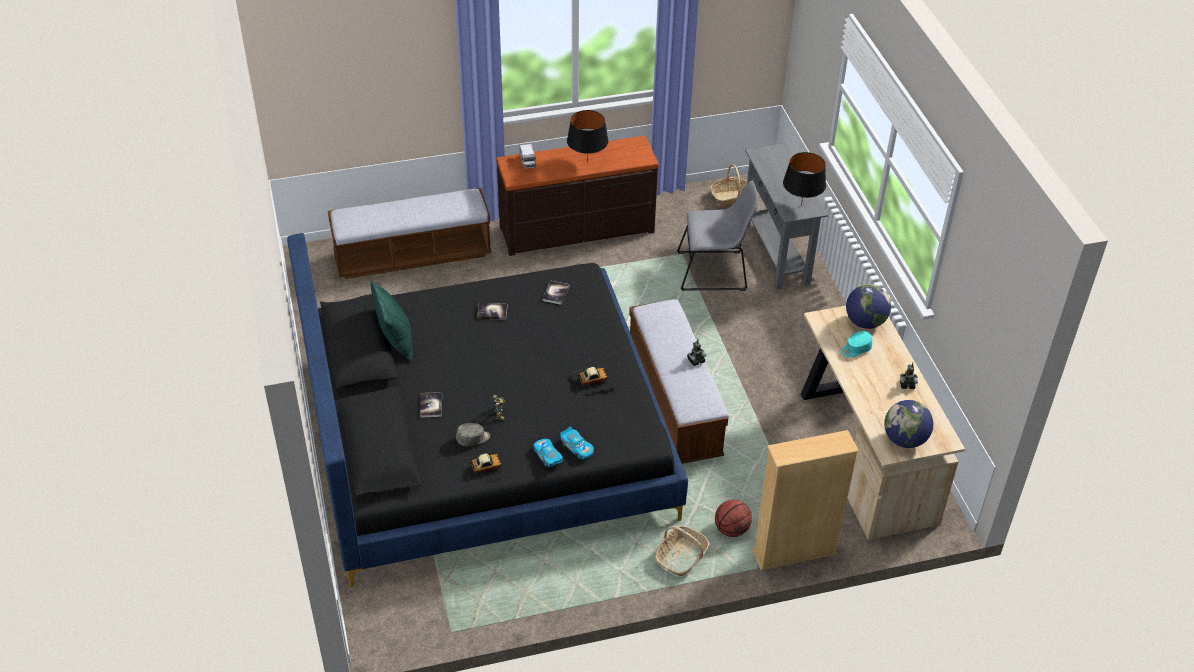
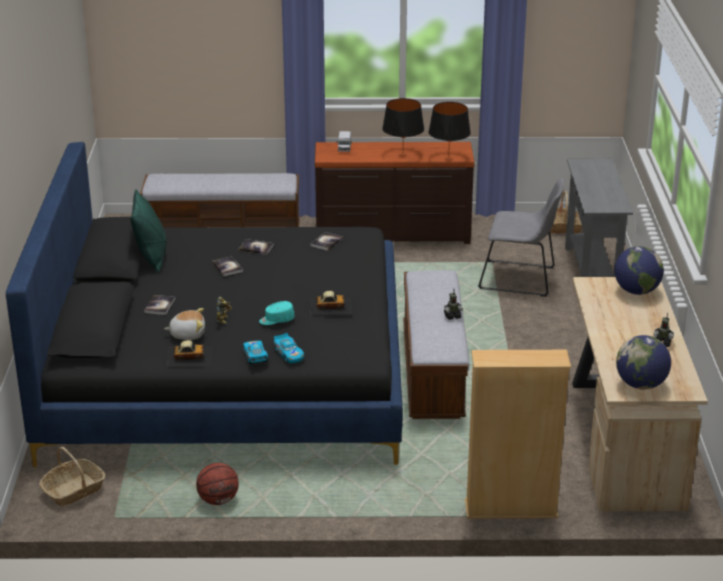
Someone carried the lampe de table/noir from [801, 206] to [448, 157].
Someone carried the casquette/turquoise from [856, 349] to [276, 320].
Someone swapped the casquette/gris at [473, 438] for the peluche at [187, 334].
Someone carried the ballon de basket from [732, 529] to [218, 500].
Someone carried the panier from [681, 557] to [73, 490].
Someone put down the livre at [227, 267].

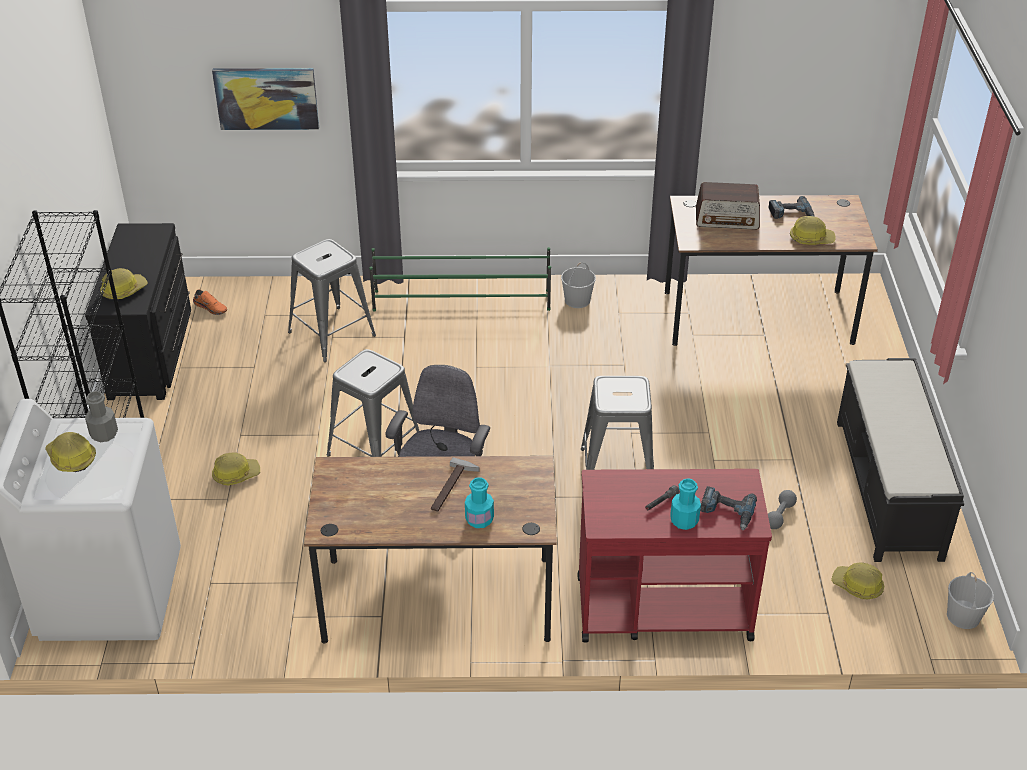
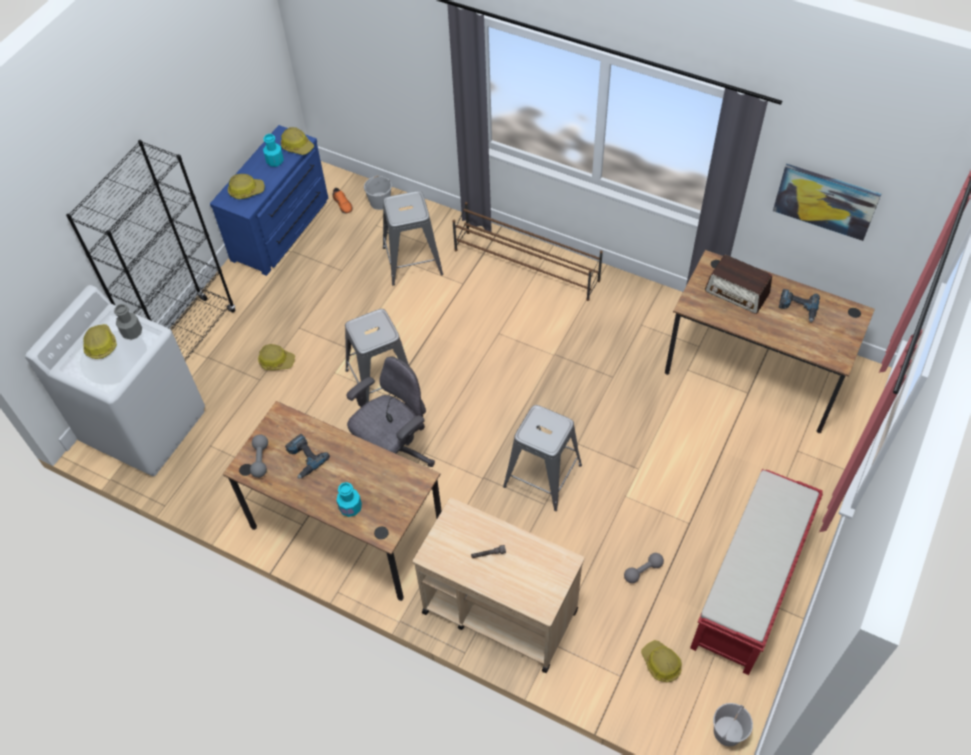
Someone carried the tableau from [266, 98] to [825, 201].
Someone carried the casque de chantier from [811, 238] to [297, 146].
Someone repainted the commode/noir at [153, 351], which became the commode/bleu at [283, 229].
Someone repainted the étagère à chaussures/vert at [462, 300], which became the étagère à chaussures/marron at [526, 266].
Someone carried the seau/blanc from [577, 300] to [380, 202].
Someone repainted the banc/noir at [888, 489], which became the banc/rouge at [749, 586].
Someone took away the marteau at [452, 488].
Someone repainted the chariot/rouge at [662, 607], which became the chariot/beige at [499, 610].
Someone carried the bouteille/turquoise from [684, 520] to [275, 161].
Someone carried the perceuse from [727, 512] to [304, 458].
Someone put down the haltère/gris at [260, 459].

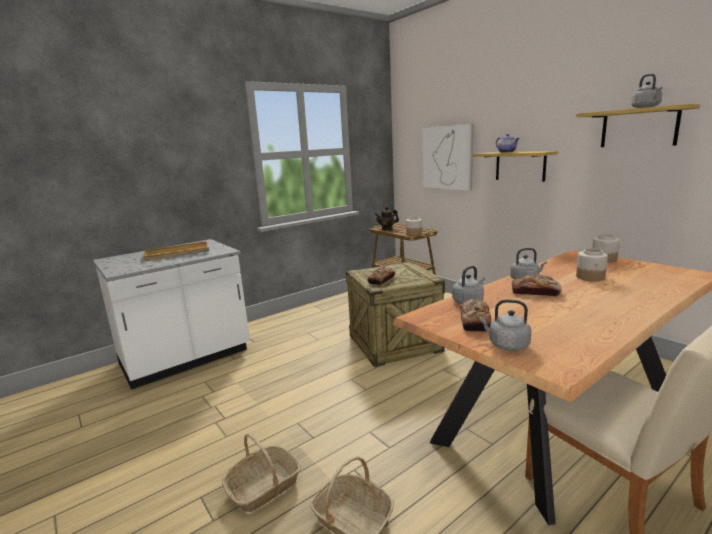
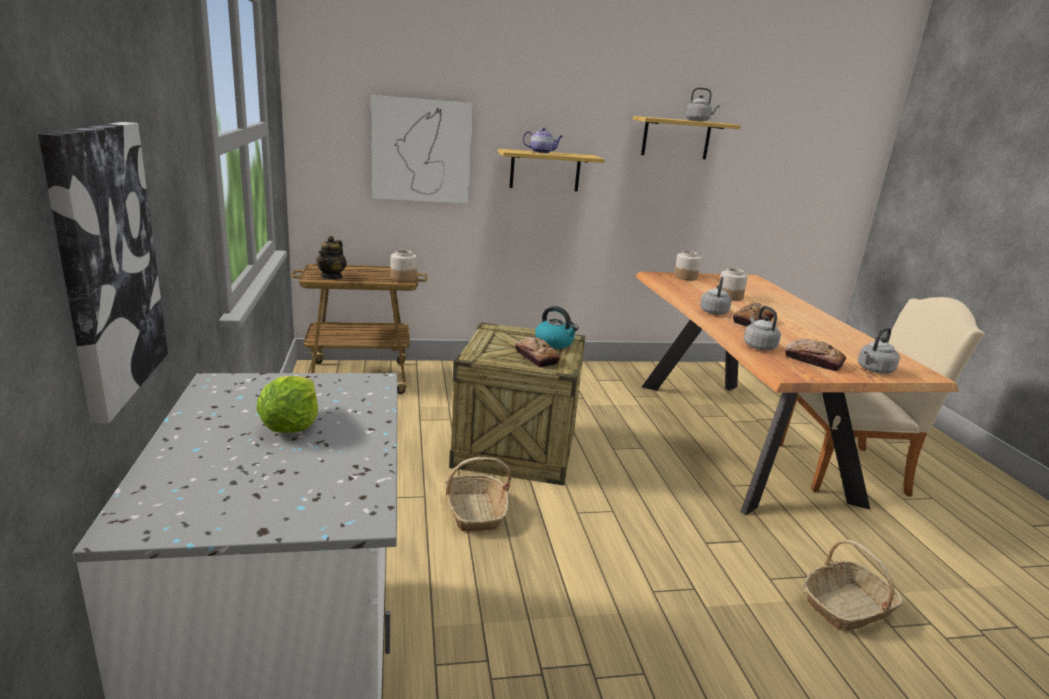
Someone swapped the plateau/beige at [177, 254] for the laitue at [291, 426].
Someone carried the panier from [263, 487] to [475, 512].
Someone put up the tableau at [105, 265].
Someone put down the bouilloire at [555, 343].

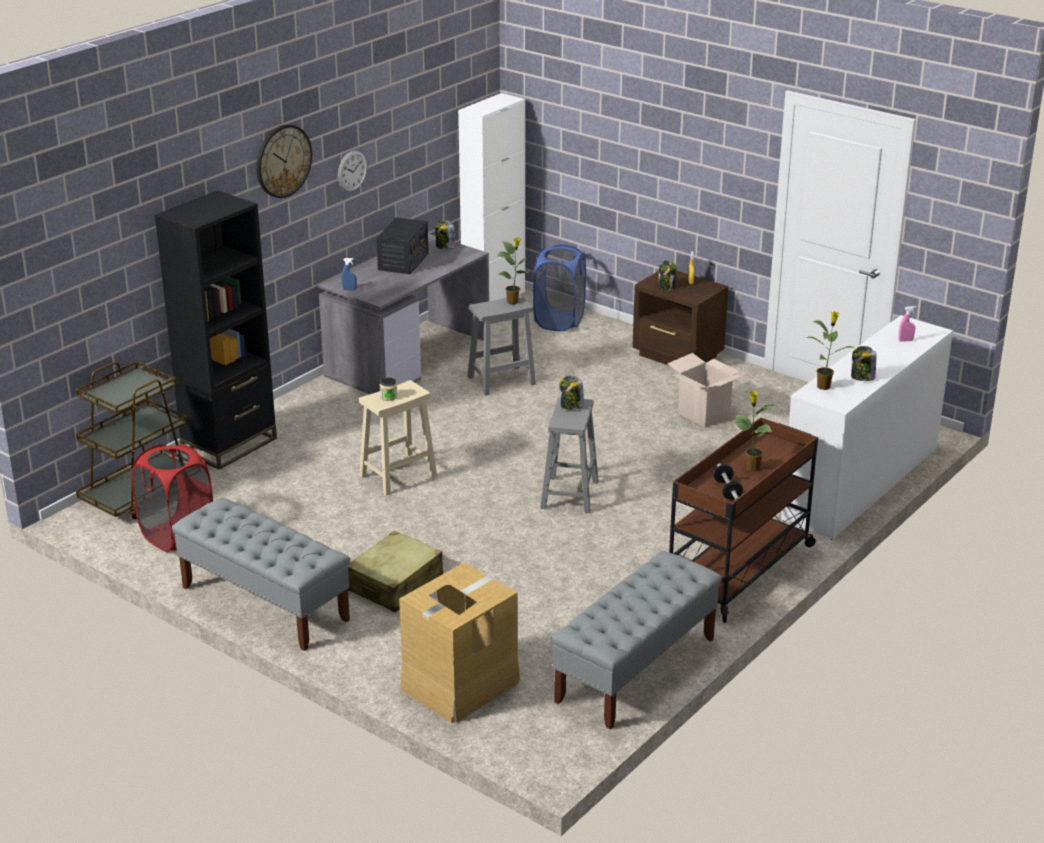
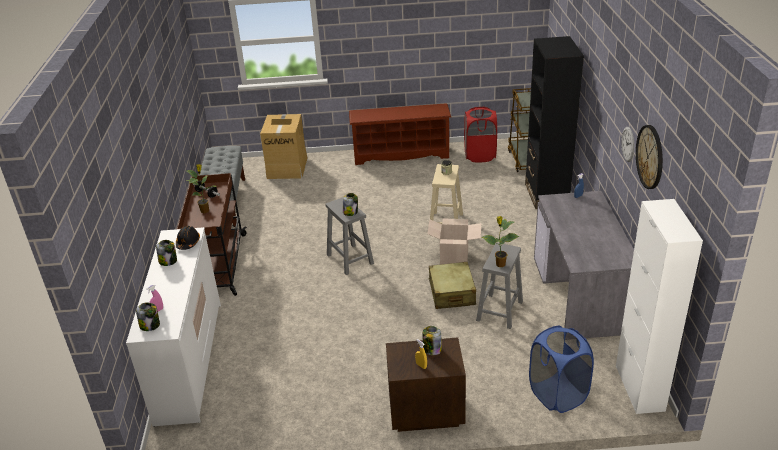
Someone carried the horloge murale from [283, 161] to [650, 157].
Someone took away the radio at [403, 261].
Someone carried the bocal from [445, 247] to [150, 325].
Someone swapped the plante en pot at [824, 386] for the casque de chantier/noir at [188, 243].
Someone carried the carton from [703, 415] to [454, 258].
Someone swapped the banc/gris at [264, 603] for the étagère à chaussures/marron at [401, 154].
Someone carried the valise/beige from [395, 584] to [451, 293].

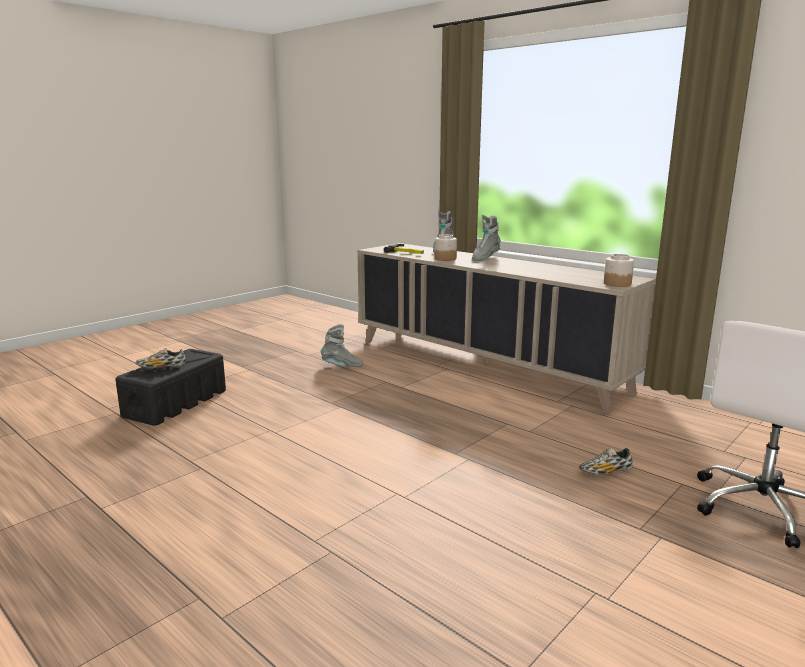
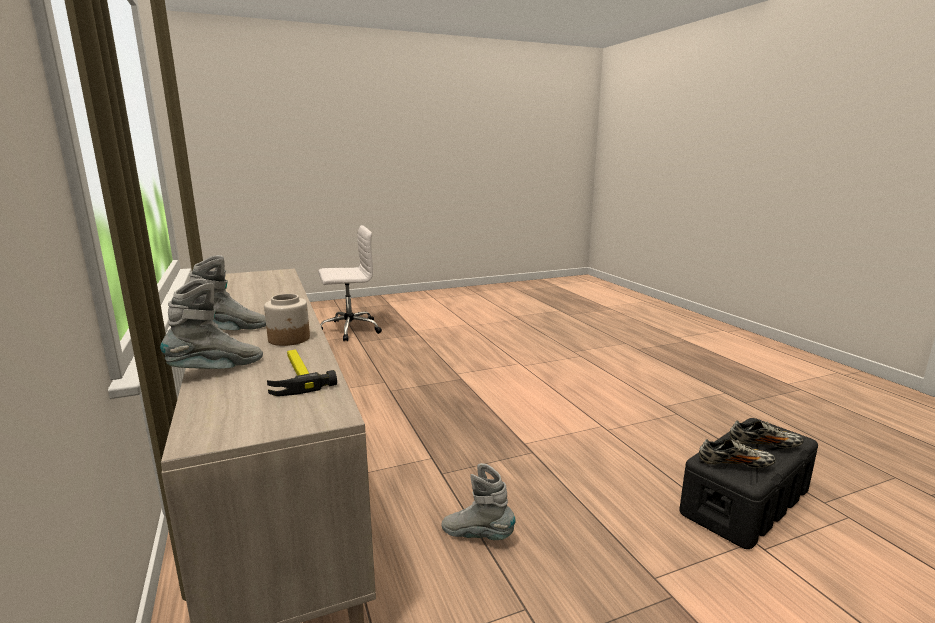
Someone took away the bocal at [617, 284].
Someone carried the chaussure from [605, 472] to [734, 464].

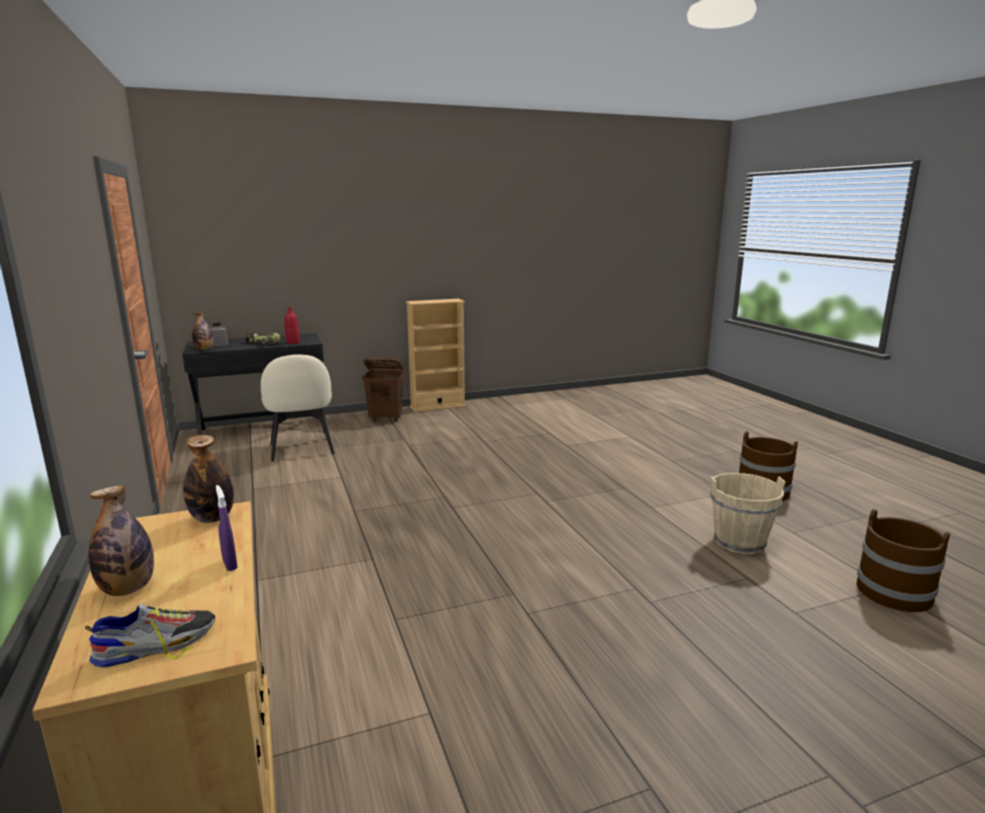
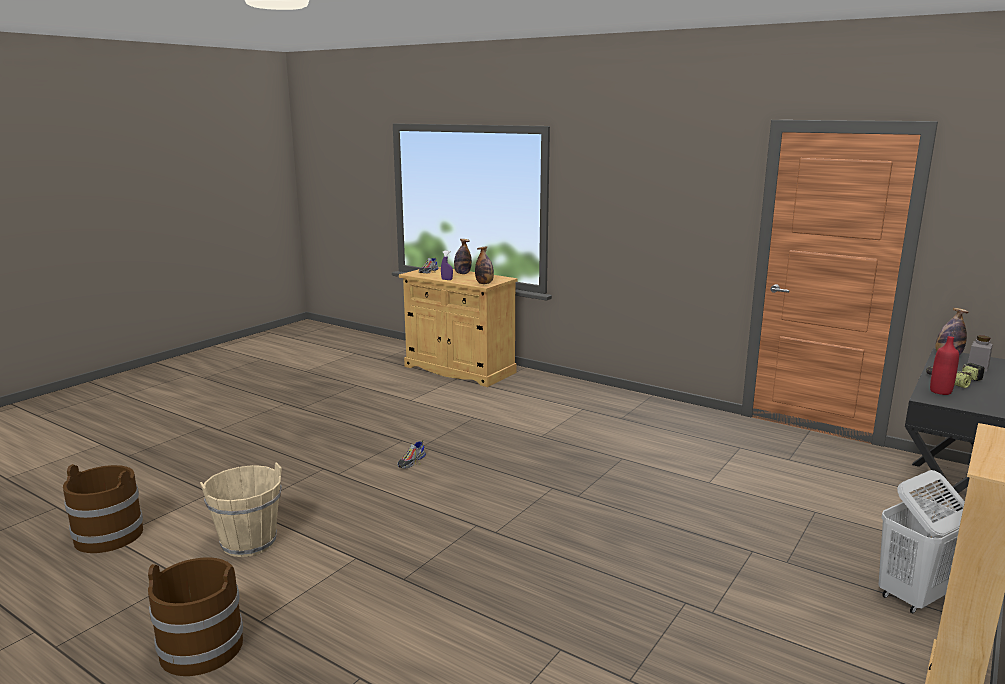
Someone took away the chaise/beige at [302, 450].
Someone repainted the panier à linge/marron at [386, 419], which became the panier à linge/blanc at [911, 597].
Someone put down the chaussure at [411, 462].

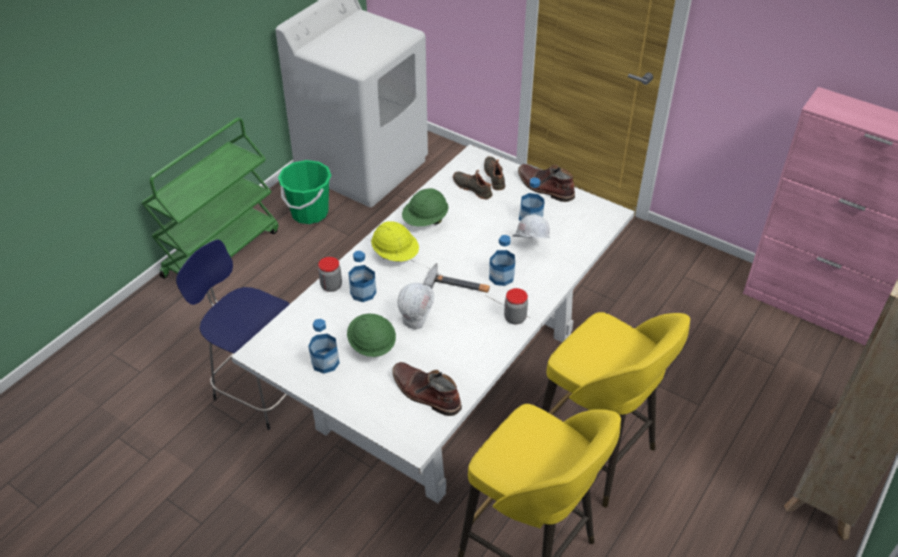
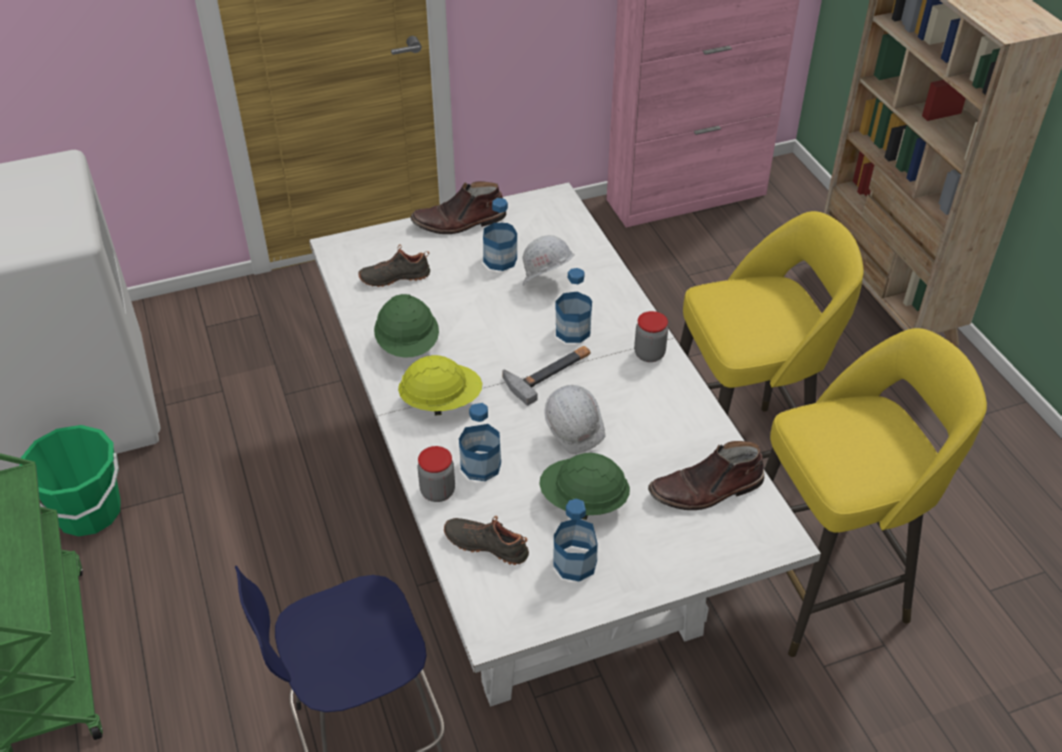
Someone carried the chaussure/noir from [495, 177] to [487, 544].

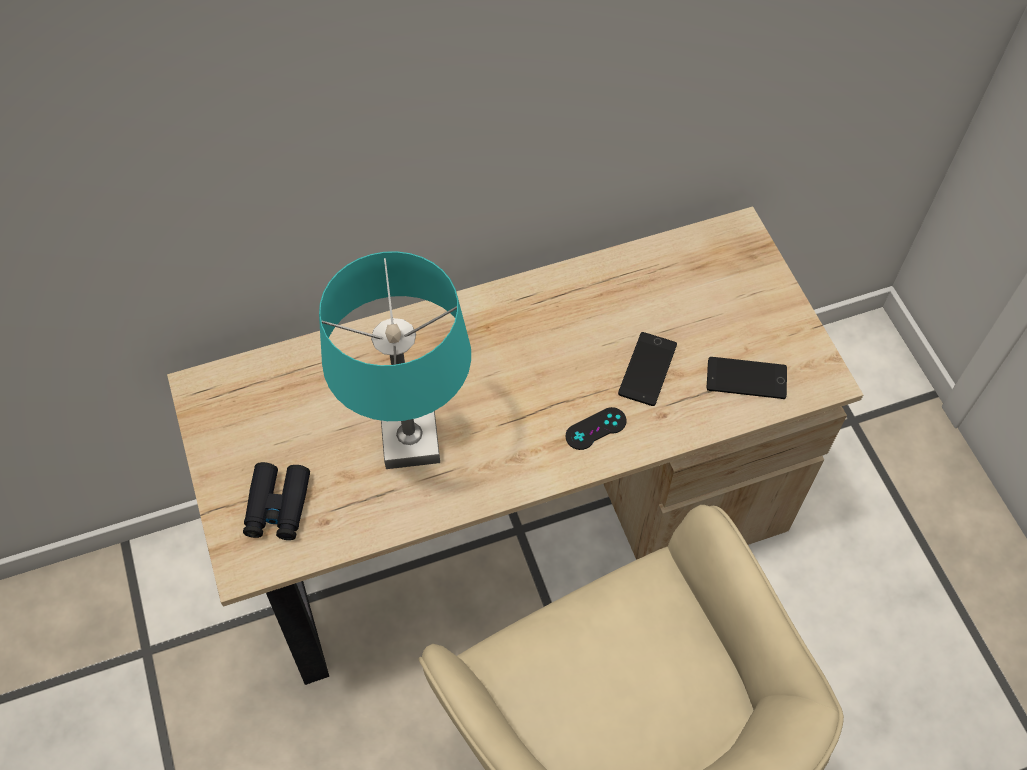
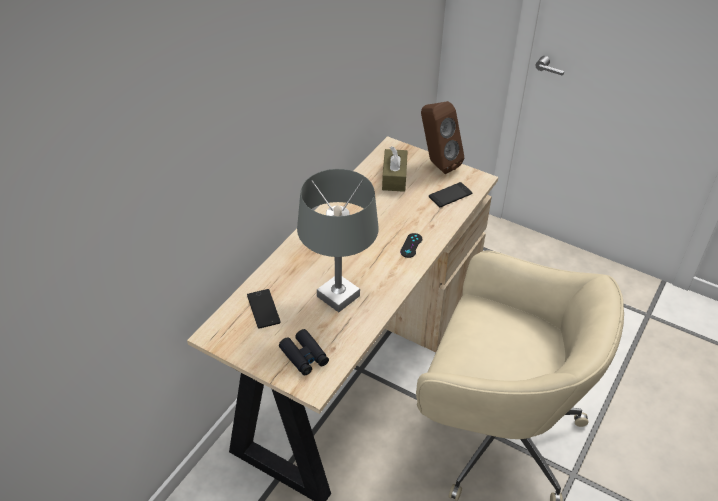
Someone repainted the lampe de table/turquoise at [411, 443], which became the lampe de table/gris at [338, 296].
Someone carried the téléphone from [647, 369] to [263, 309].
Someone put down the enceinte/marron at [437, 163].
Someone put down the boîte à mouchoirs/marron at [394, 177].

